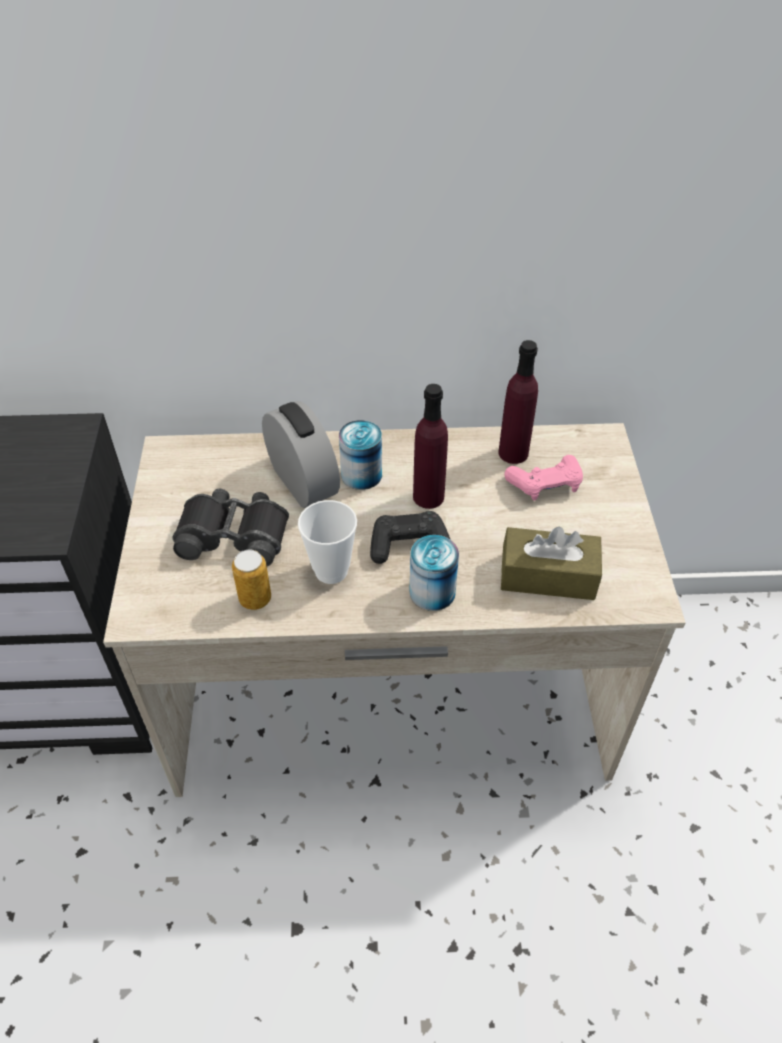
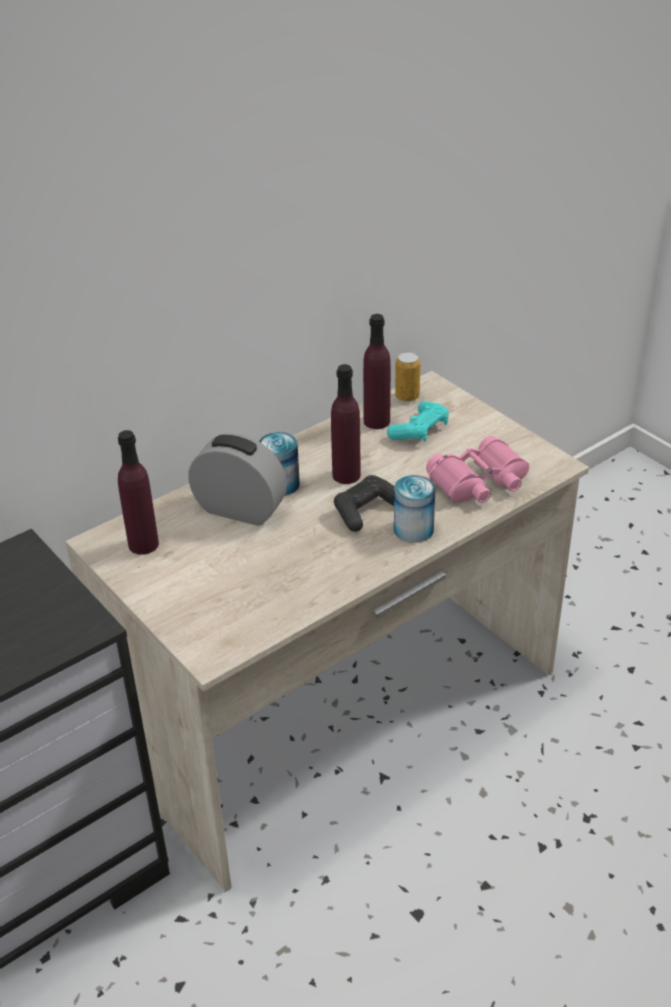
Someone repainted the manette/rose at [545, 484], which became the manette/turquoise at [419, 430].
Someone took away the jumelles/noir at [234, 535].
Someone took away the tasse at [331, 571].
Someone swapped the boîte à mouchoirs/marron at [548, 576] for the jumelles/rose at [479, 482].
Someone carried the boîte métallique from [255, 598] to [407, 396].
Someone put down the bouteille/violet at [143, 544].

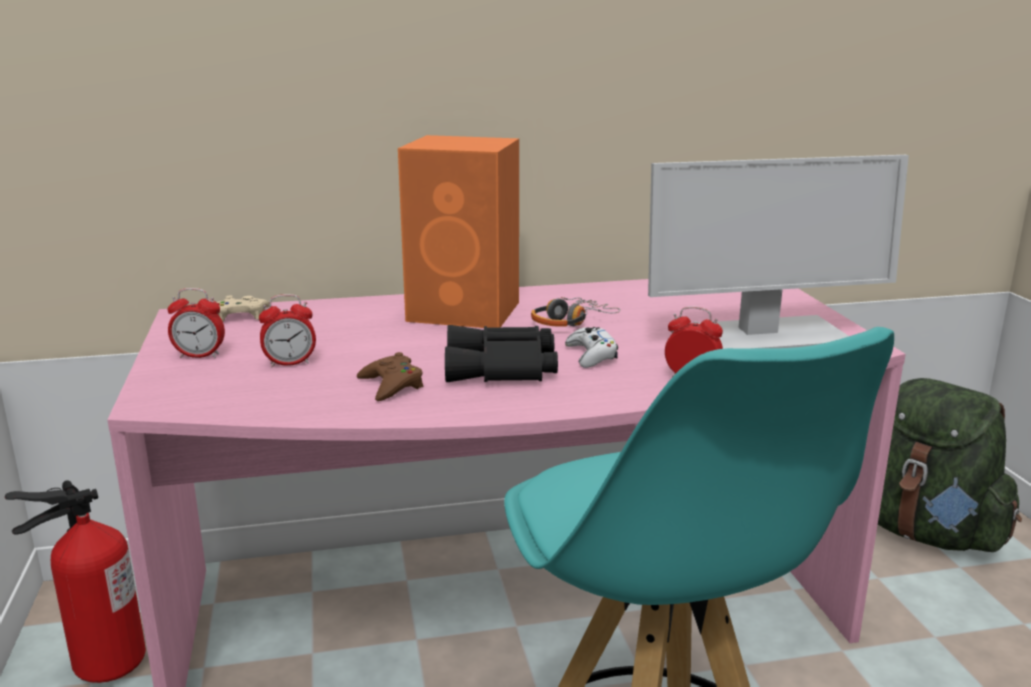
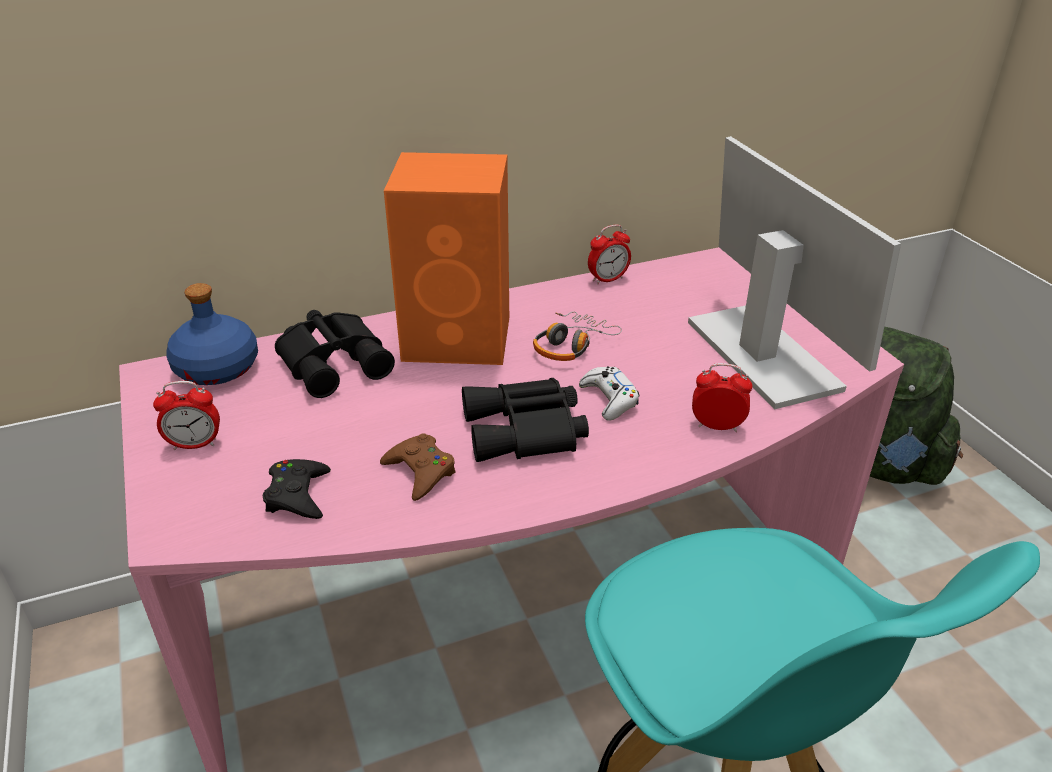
Someone rotated the écran d'ordinateur at [759, 339] by 90 degrees counterclockwise.
Someone carried the réveil from [290, 363] to [608, 279].
Someone swapped the manette/beige at [240, 316] for the bouteille/bleu at [216, 369].
Someone took away the extincteur at [104, 664].
Someone put down the jumelles/noir at [336, 361].
Someone put down the manette/noir at [298, 495].

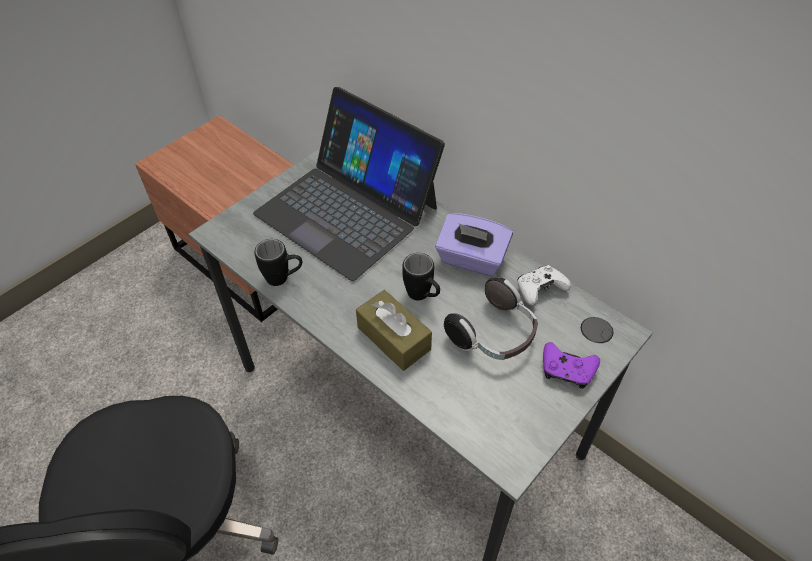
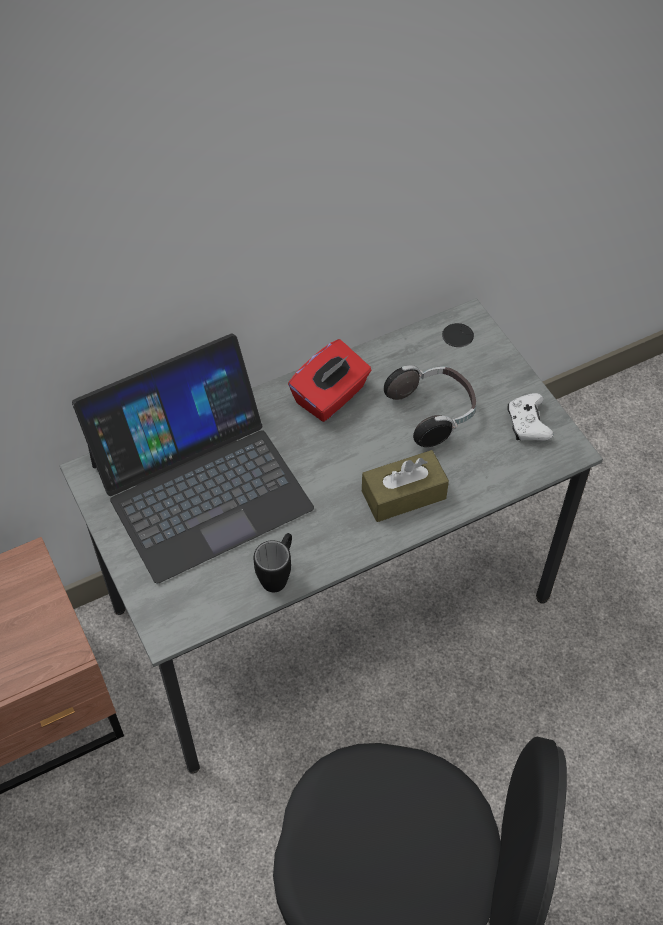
Someone repainted the boîte à mouchoirs/violet at [471, 259], which became the boîte à mouchoirs/rouge at [330, 396].
Someone took away the mug/noir at [423, 297].
Someone carried the manette/blanc from [540, 290] to [527, 424].
Someone took away the manette/violet at [567, 371].

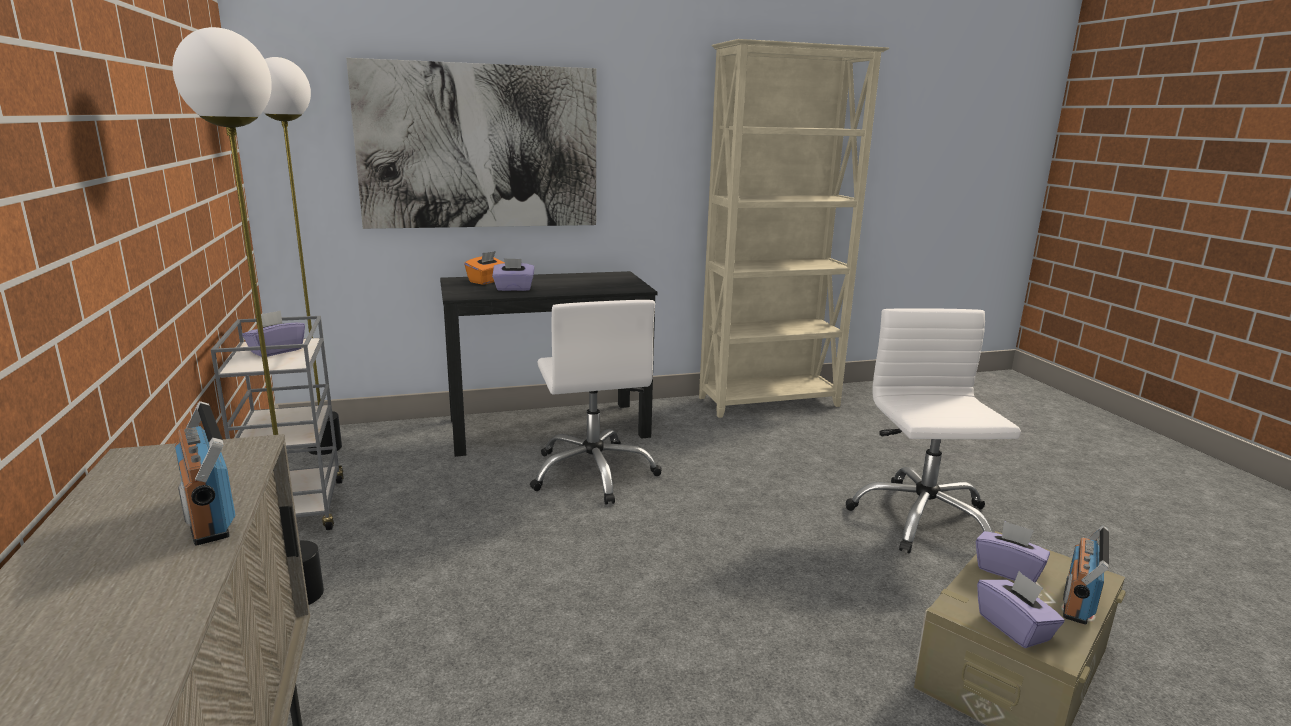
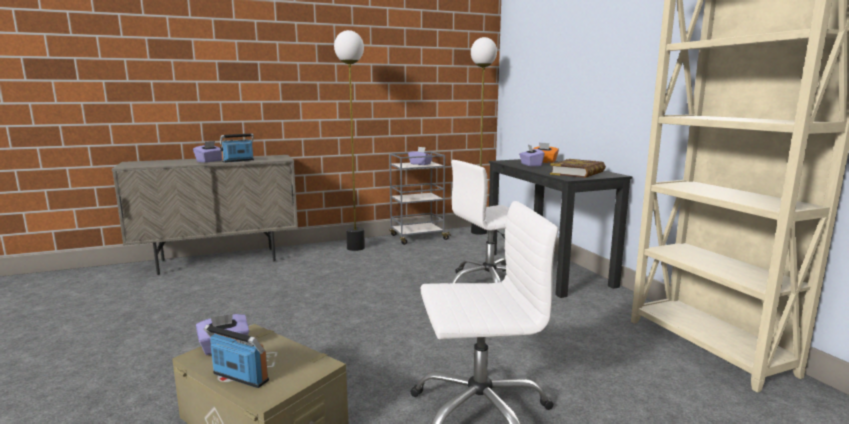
Someone took away the tableau at [480, 147].
Someone carried the boîte à mouchoirs/violet from [1008, 571] to [210, 161].
Someone put down the livre at [578, 173].

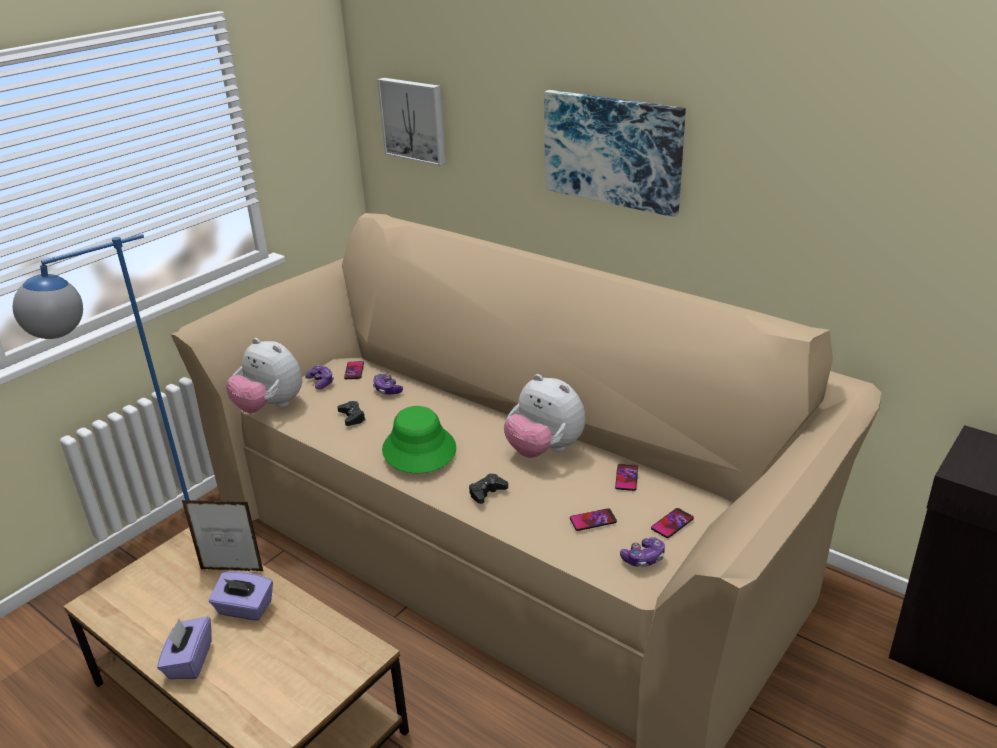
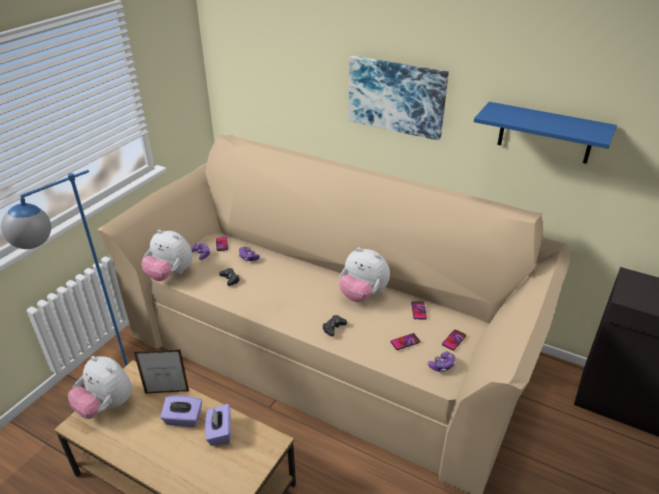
Someone took away the tableau at [414, 120].
Someone took away the chapeau/vert at [418, 449].
Someone carried the boîte à mouchoirs/violet from [189, 661] to [219, 432].
Someone put up the étagère/bleu at [545, 133].
Someone put down the peluche at [106, 406].

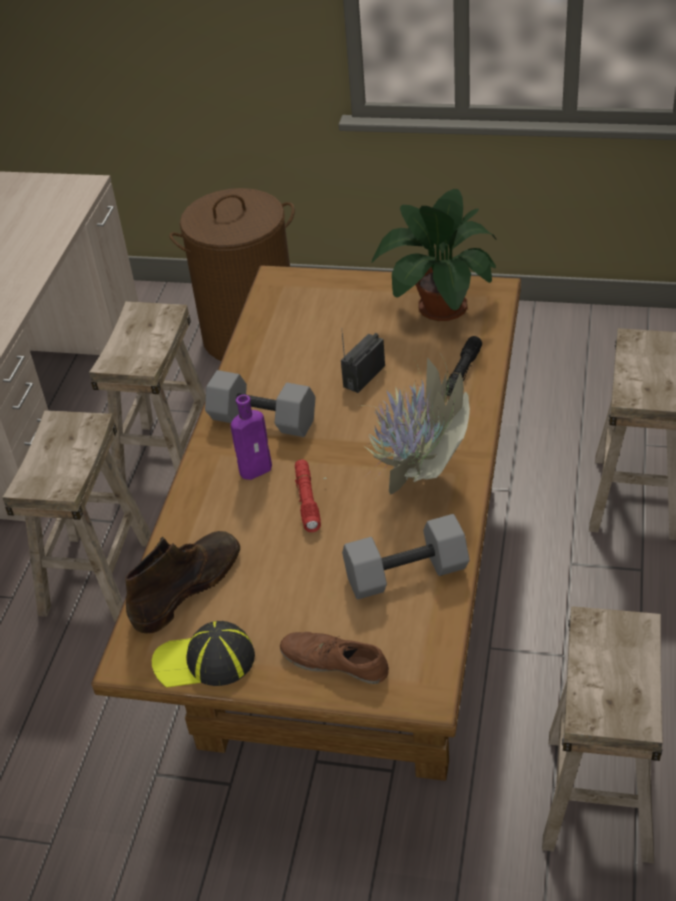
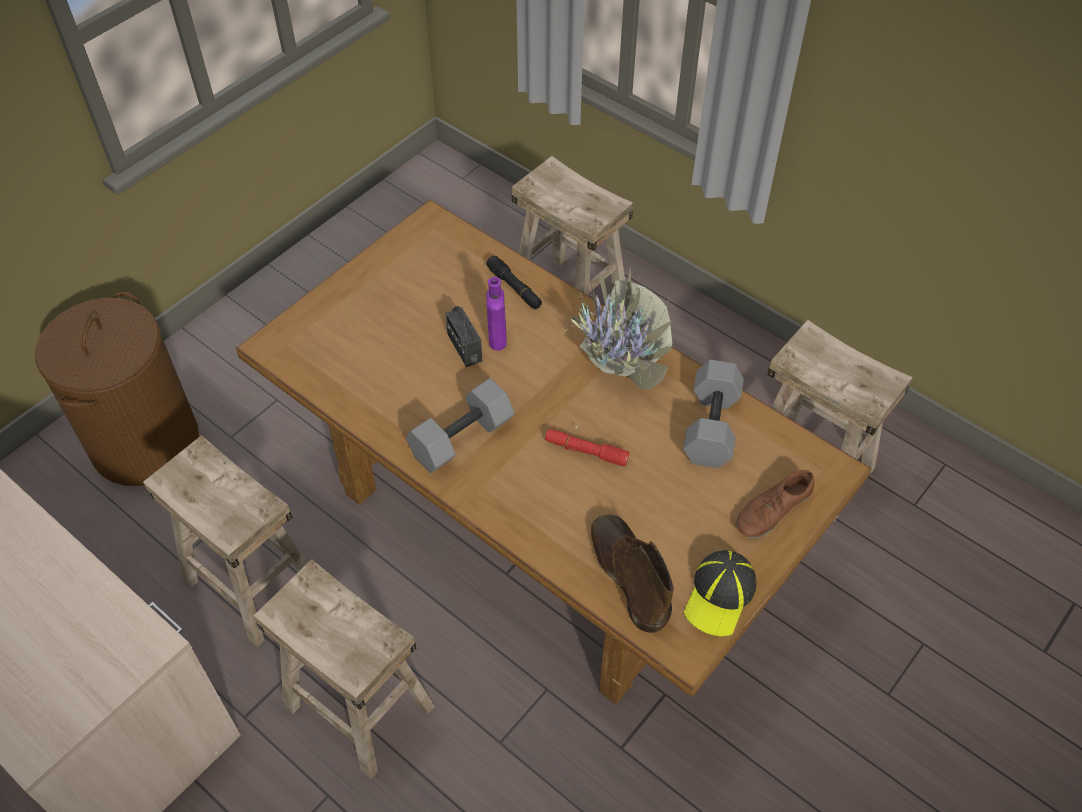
Someone took away the plante en pot at [439, 308].
Someone carried the bouteille/violet from [258, 468] to [497, 337].

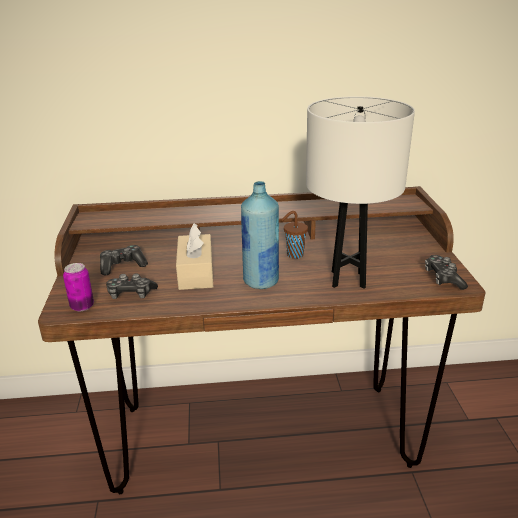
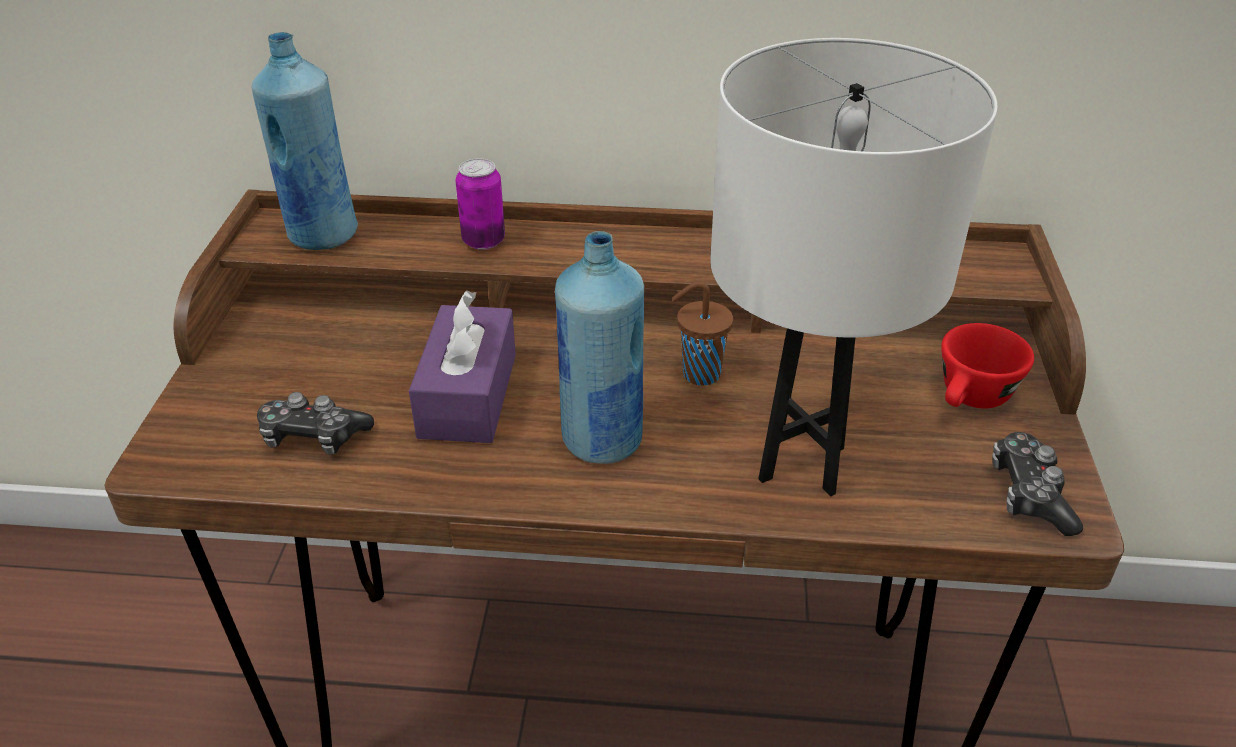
Someone repainted the boîte à mouchoirs/beige at [196, 272], which became the boîte à mouchoirs/violet at [468, 395].
Someone took away the manette at [122, 266].
Someone carried the boîte métallique from [82, 306] to [483, 241].
Someone put down the bouteille/bleu at [322, 235].
Someone put down the tasse/rouge at [971, 399].

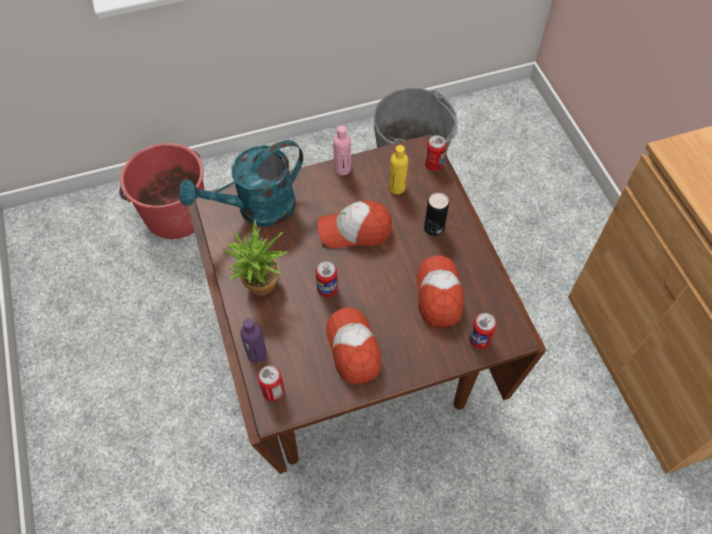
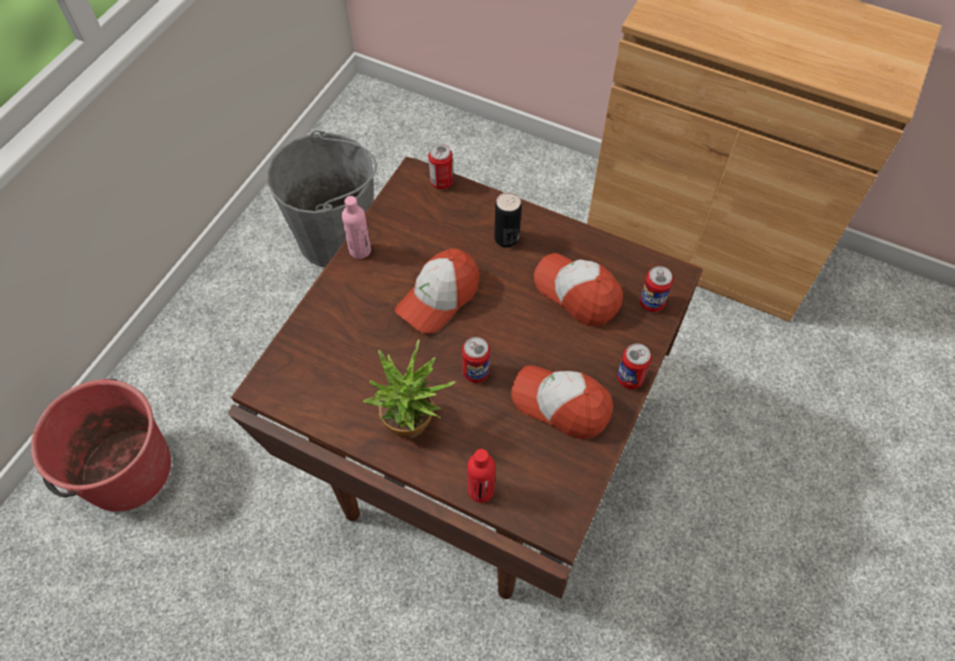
Someone took away the arrosoir/turquoise at [256, 209].
Someone took away the bouteille/jaune at [397, 187].
Someone repainted the bouteille/violet at [256, 354], which became the bouteille/rouge at [481, 490].
Someone carried the boîte métallique from [273, 391] to [629, 378].

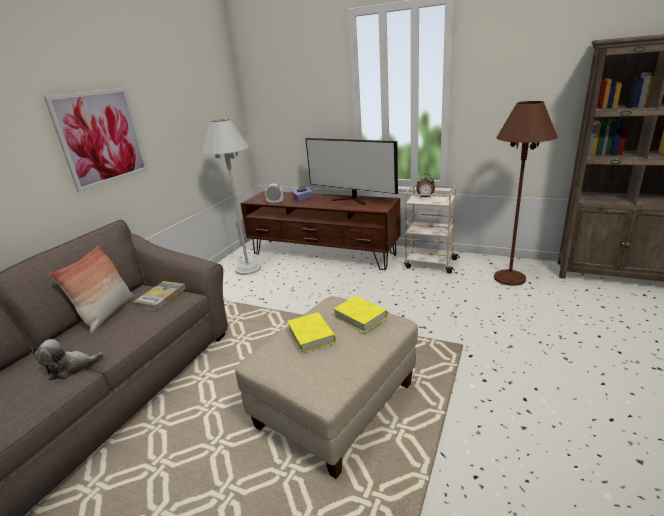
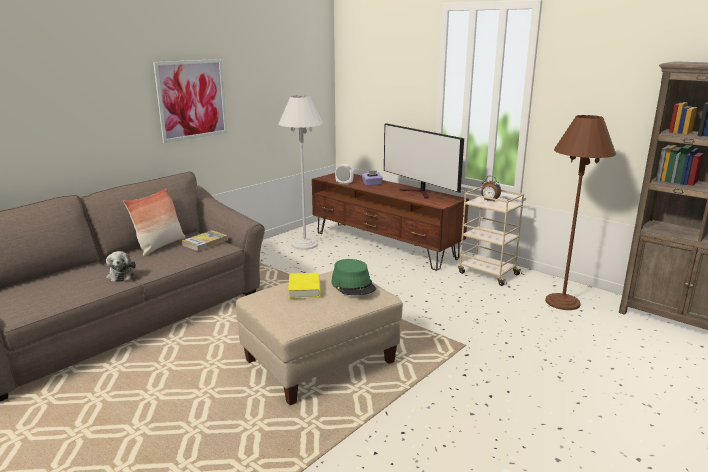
Someone swapped the livre/jaune at [360, 317] for the chapeau/vert at [353, 285].
Someone rotated the peluche at [71, 368] by 105 degrees counterclockwise.

